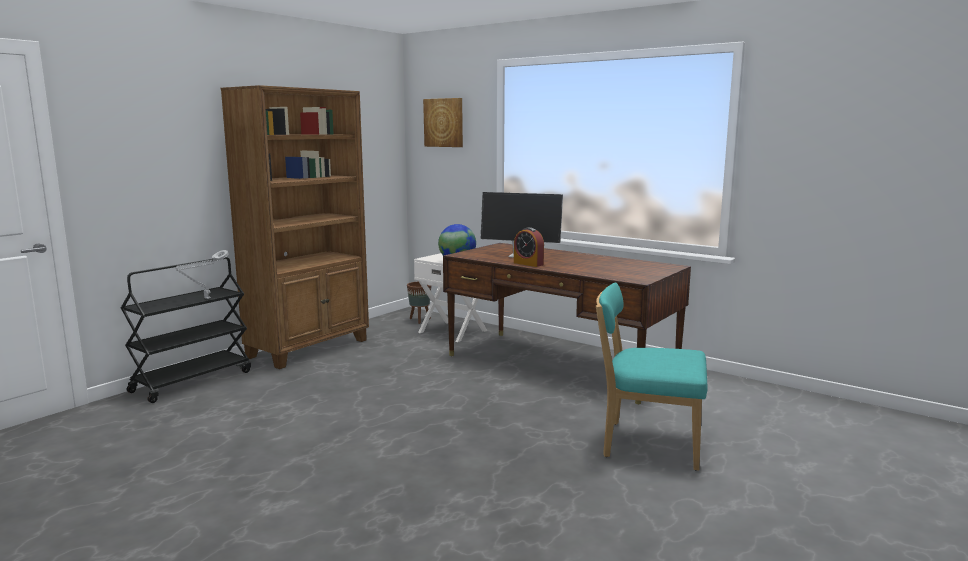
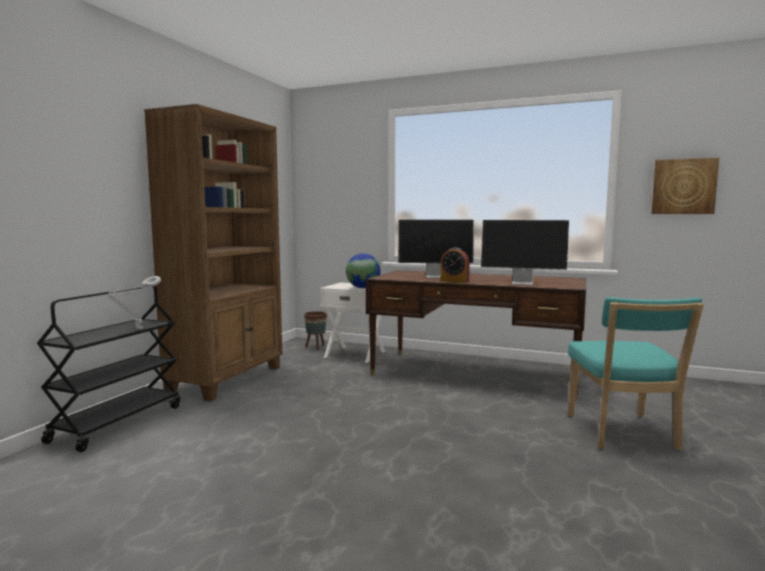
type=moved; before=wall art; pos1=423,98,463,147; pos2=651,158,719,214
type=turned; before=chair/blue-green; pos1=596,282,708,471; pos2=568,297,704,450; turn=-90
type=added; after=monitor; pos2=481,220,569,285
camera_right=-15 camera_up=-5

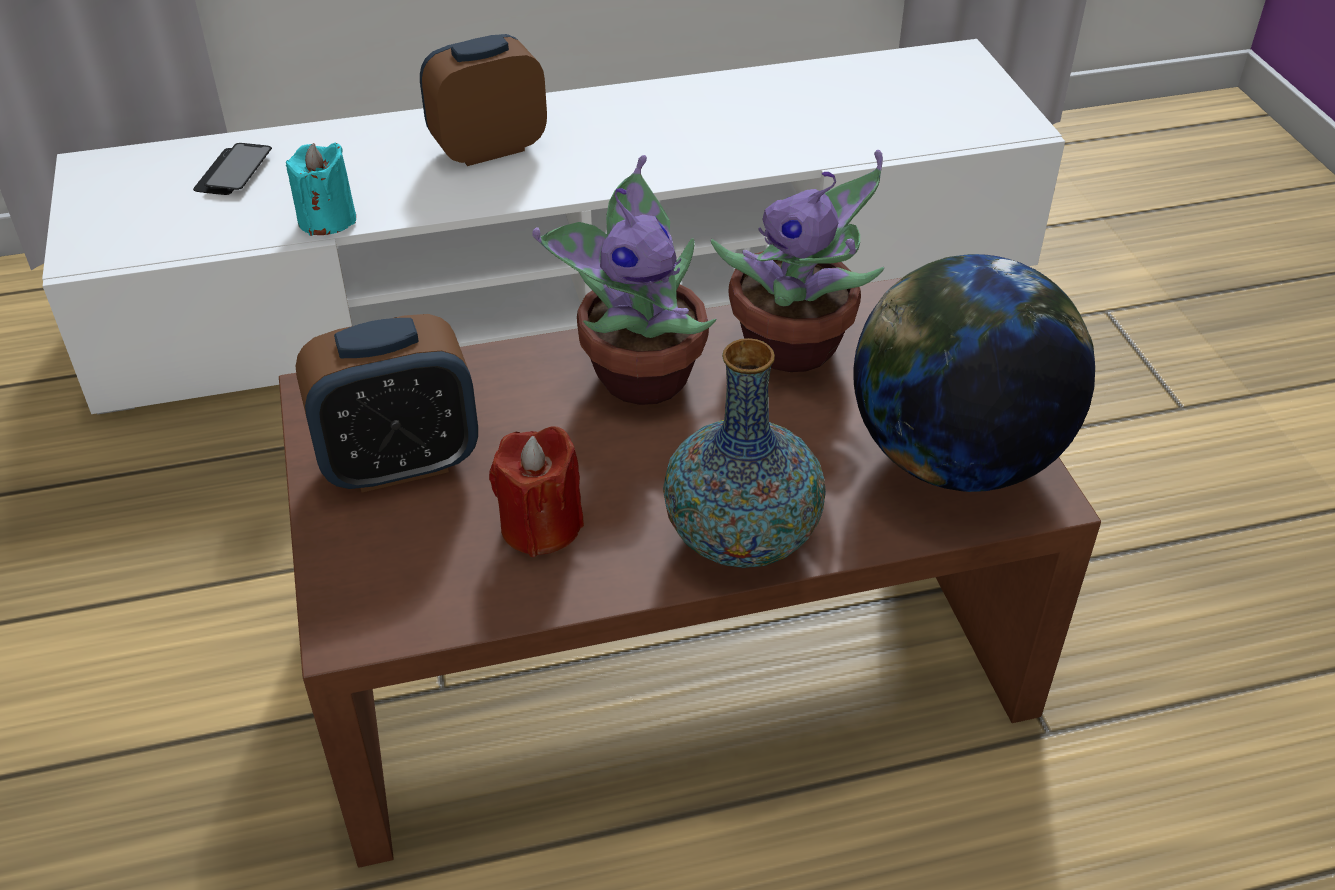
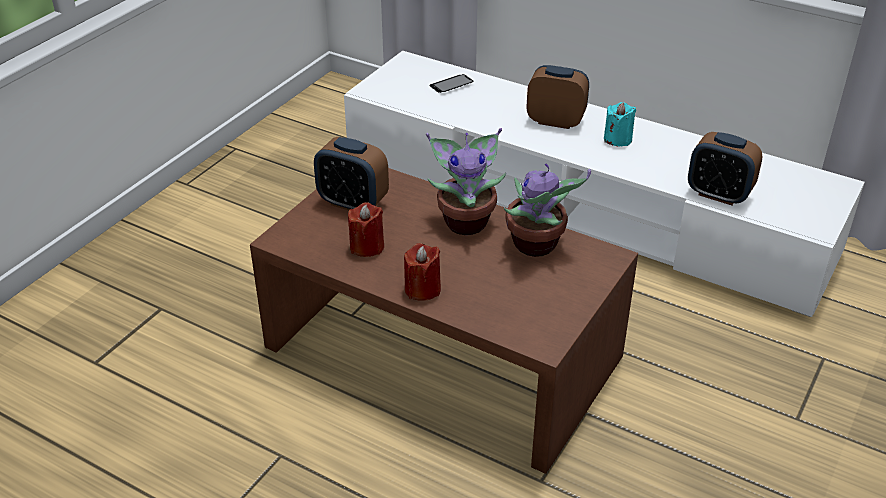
type=moved; before=wax light/blue-green; pos1=286,143,356,236; pos2=604,102,636,146
type=removed; before=desk globe; pos1=853,254,1095,492
type=replaced; before=decorative vase; after=wax light/red; pos1=663,338,826,568; pos2=404,243,441,301
type=added; after=bedside clock; pos2=688,132,763,205
camera_right=45 camera_up=-5

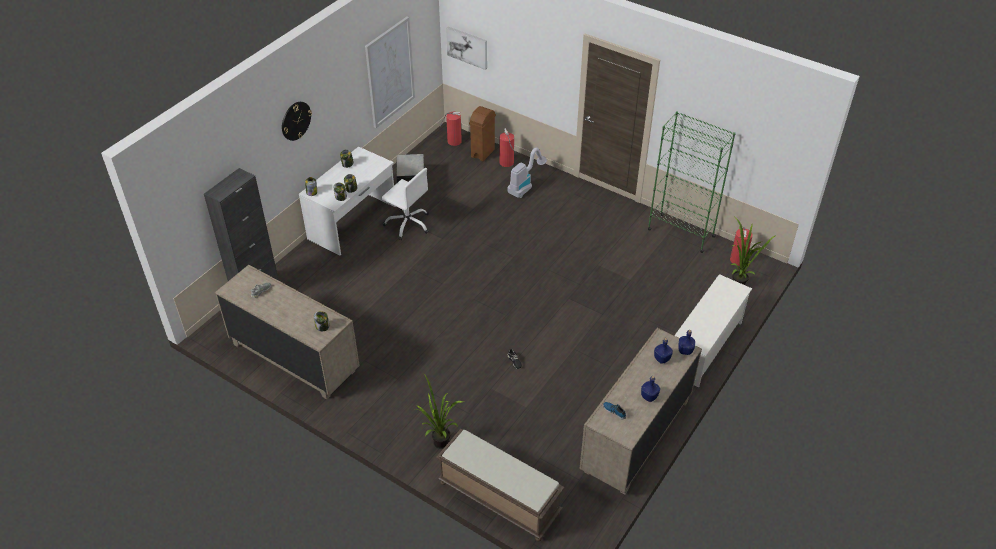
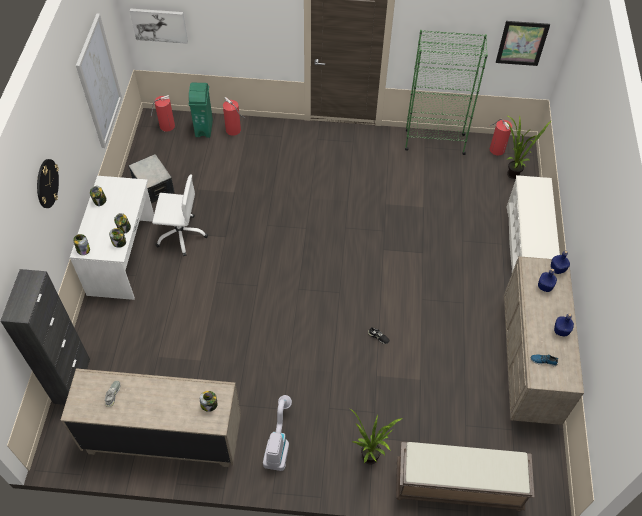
type=recoloured; before=rubbish bin/brown; after=rubbish bin/greenish; pos1=469,106,496,161; pos2=189,83,213,138
type=moved; before=hoover; pos1=508,147,547,198; pos2=263,395,292,471
type=added; after=wall art; pos2=496,21,550,66
camera_right=-30 camera_up=10

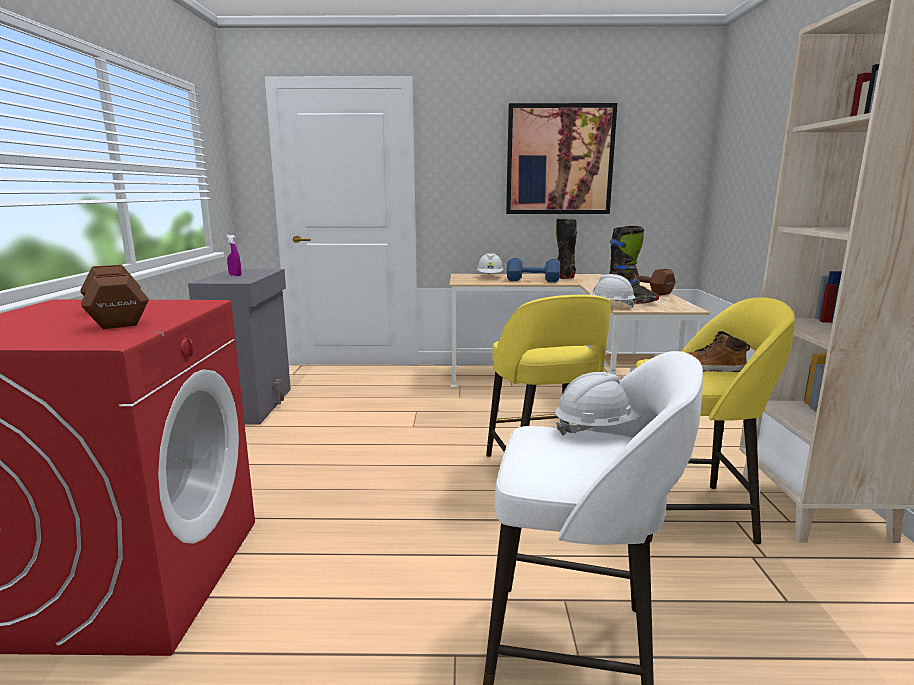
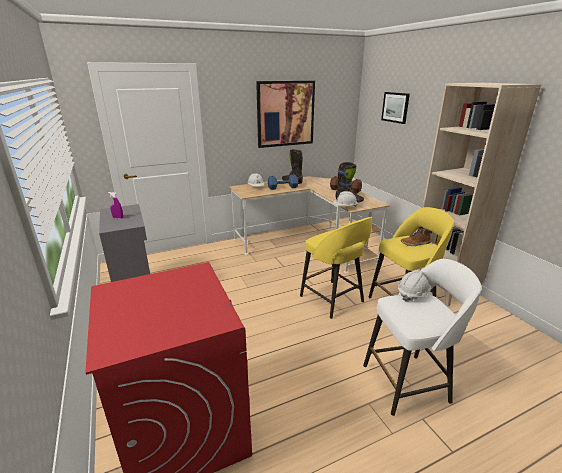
type=removed; before=dumbbell/brown; pos1=80,265,149,329
type=added; after=wall art; pos2=381,92,410,124
camera_right=-25 camera_up=10

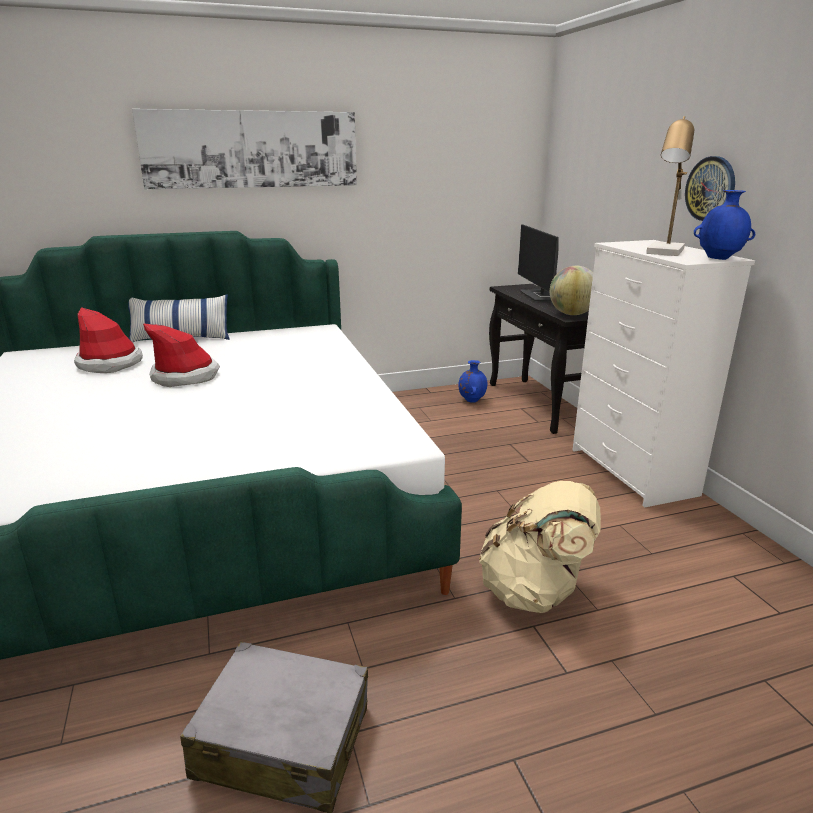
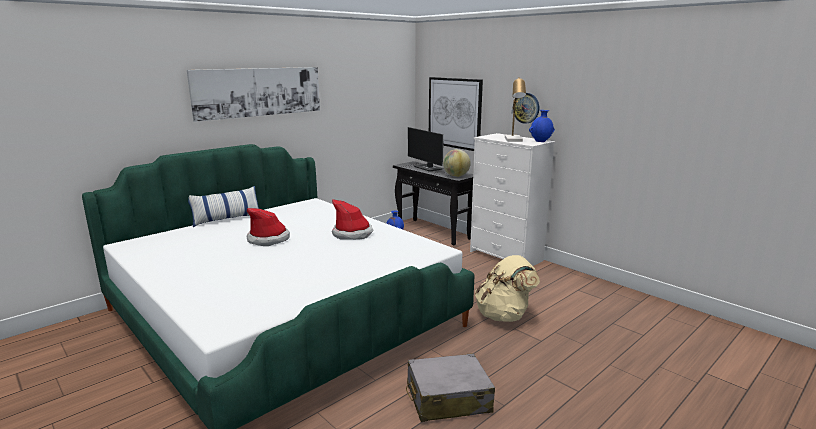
type=moved; before=hat; pos1=74,307,143,373; pos2=332,199,374,240
type=added; after=wall art; pos2=429,77,483,151
camera_right=-25 camera_up=-5

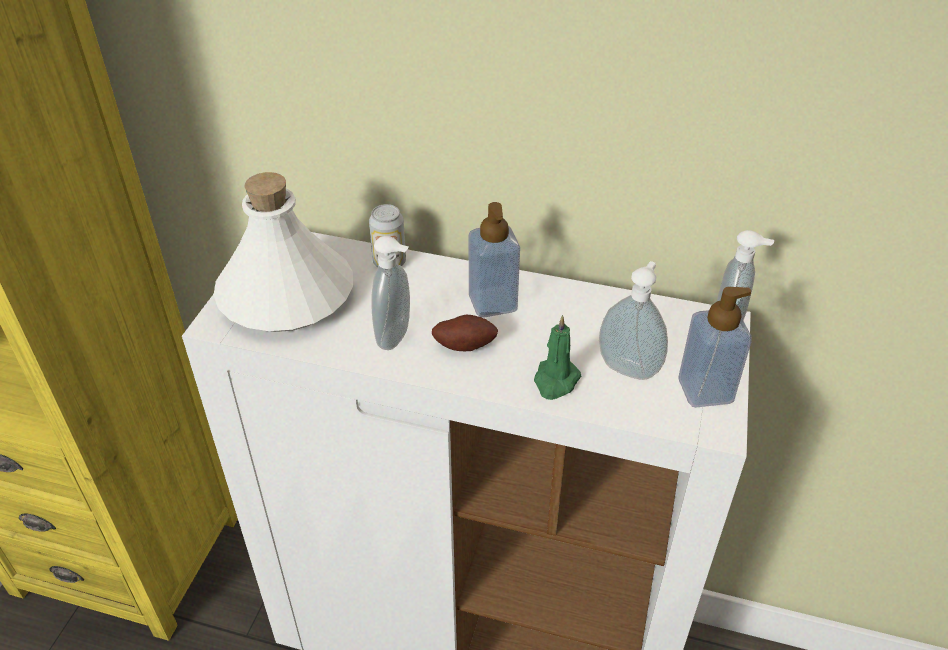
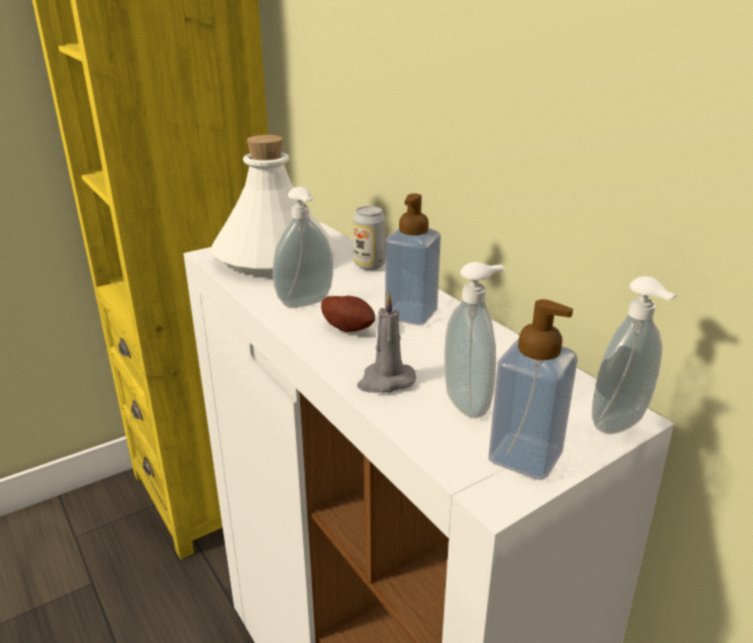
type=recoloured; before=wax light/greenish; after=wax light/grey; pos1=534,315,581,400; pos2=357,292,416,393
camera_right=40 camera_up=-15

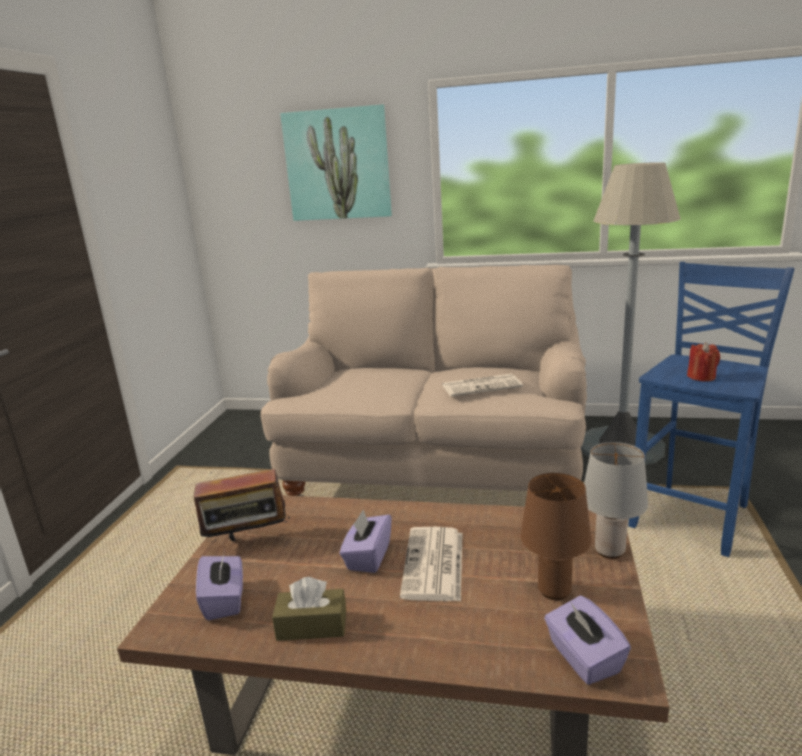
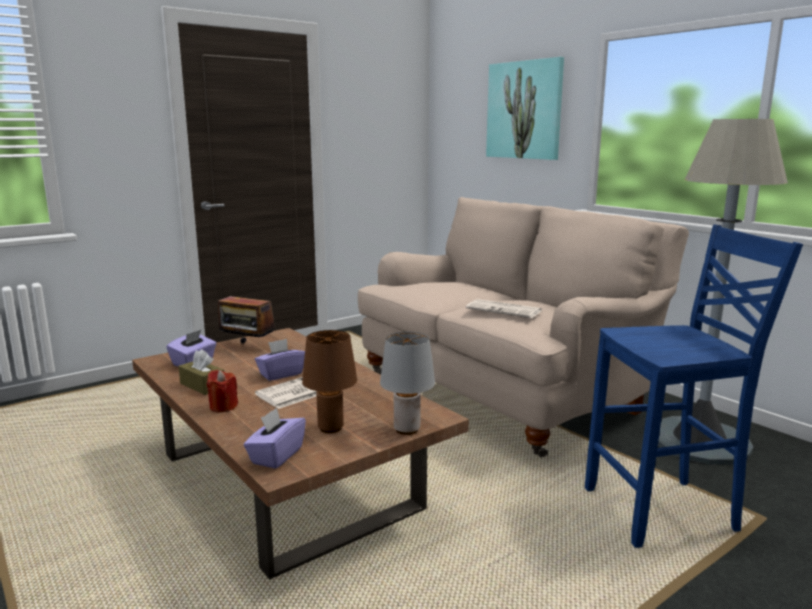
type=moved; before=wax light/red; pos1=687,342,720,382; pos2=207,370,238,412
camera_right=40 camera_up=-5

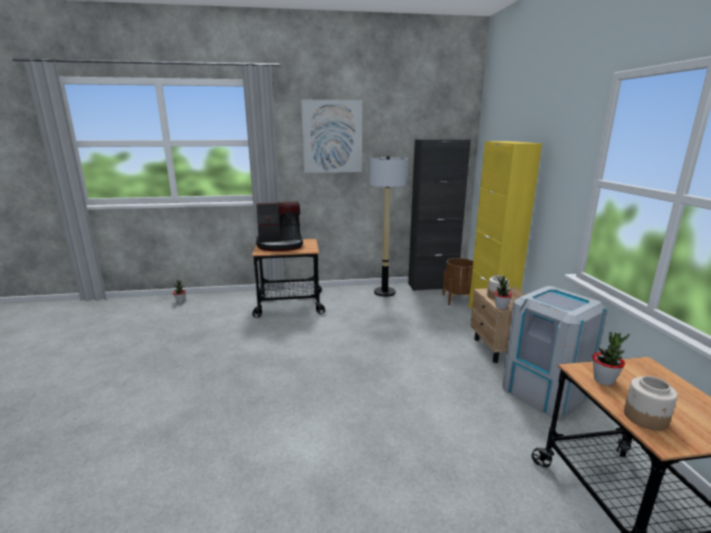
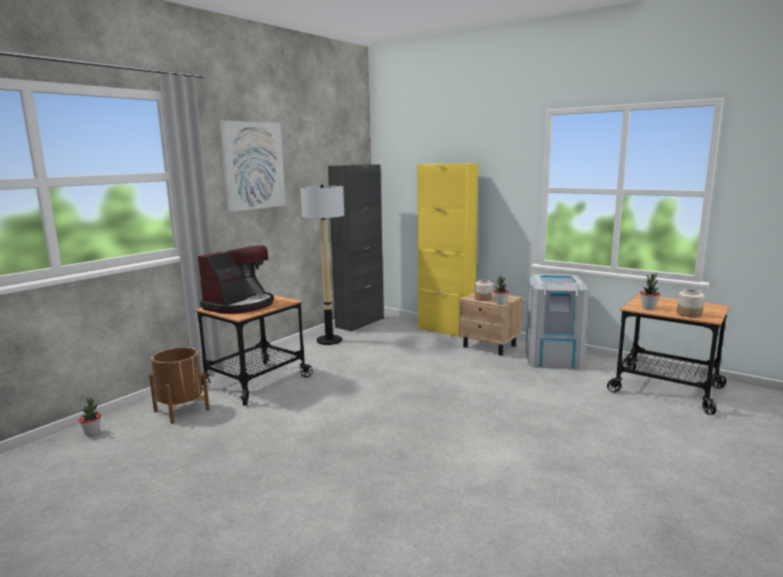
type=moved; before=planter/brown; pos1=442,258,473,305; pos2=149,347,210,424
camera_right=-45 camera_up=-5

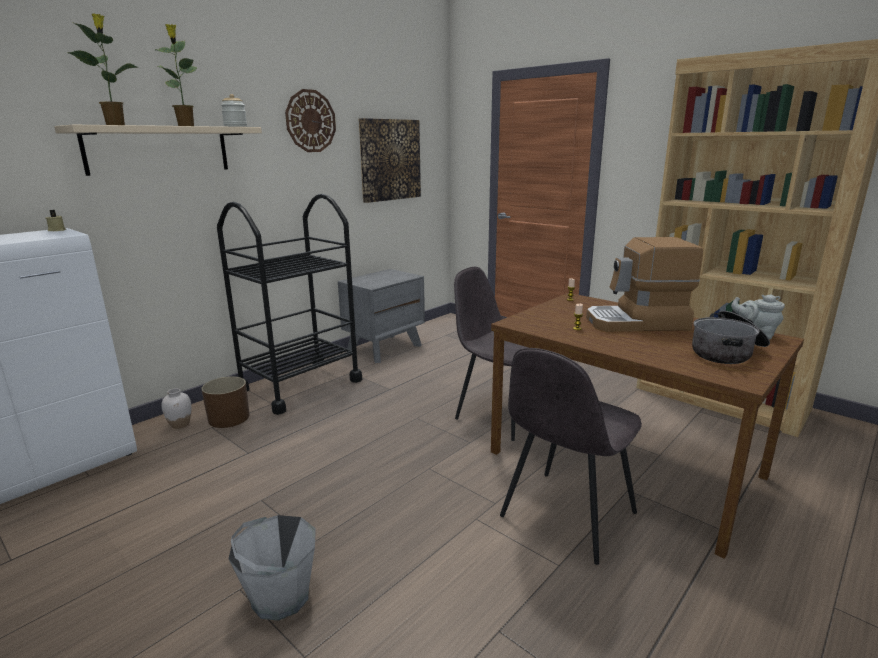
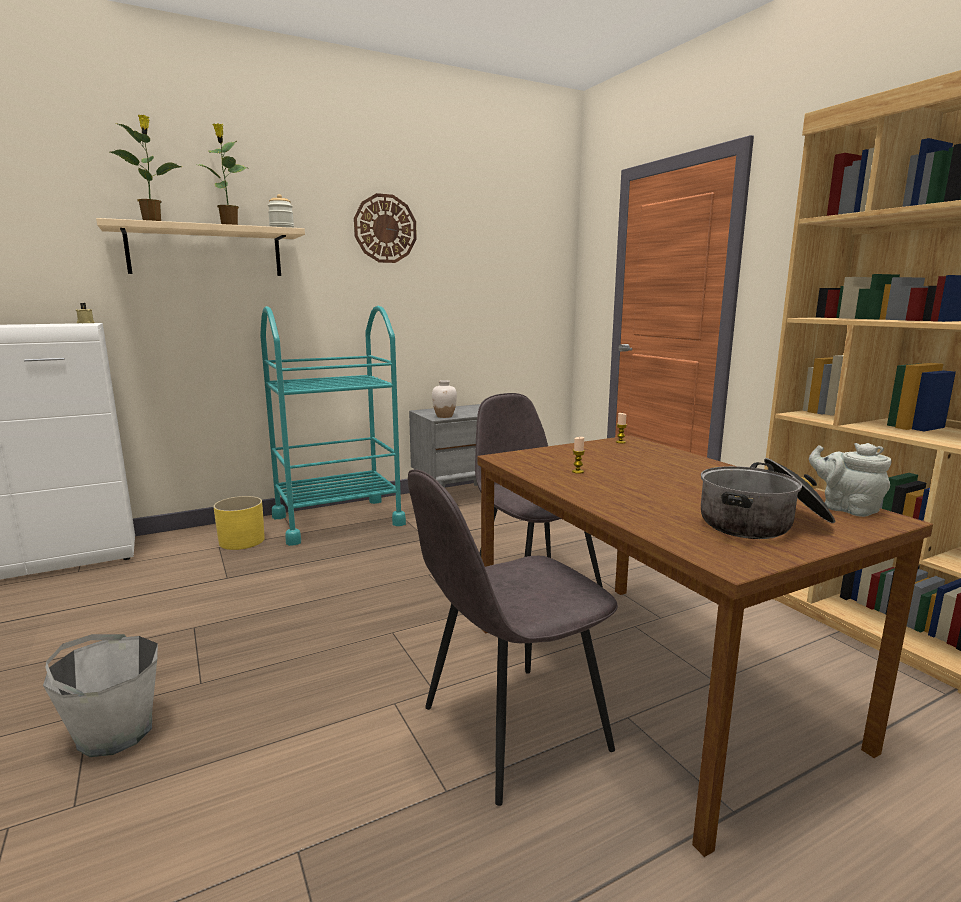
type=removed; before=wall art; pos1=359,118,421,203
type=recoloured; before=trolley/black-coloured; after=trolley/blue-green; pos1=217,194,362,415; pos2=260,306,406,546
type=removed; before=coffee brewer; pos1=586,237,703,332
type=recoloured; before=planter/brown; after=planter/yellowish; pos1=201,376,249,428; pos2=213,496,265,550
type=moved; before=decorative vase/whitish; pos1=161,388,191,429; pos2=432,380,457,418
camera_right=20 camera_up=-5

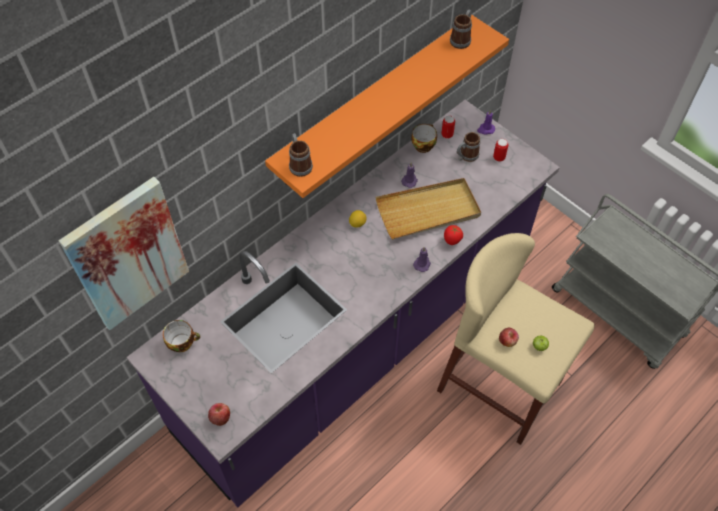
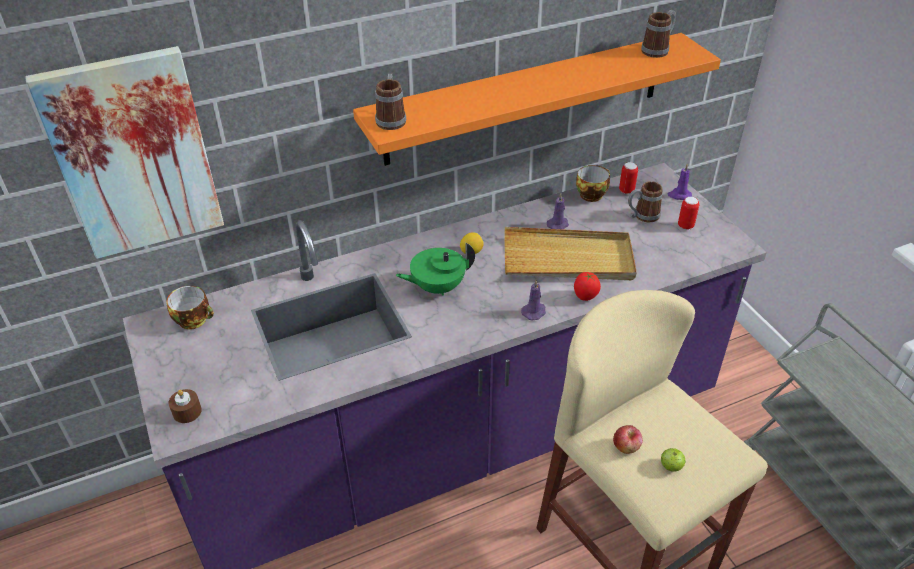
type=replaced; before=apple; after=wax light/brown; pos1=208,403,230,426; pos2=169,389,202,423
type=added; after=pot for tea/greenish; pos2=396,243,475,296
camera_right=20 camera_up=-15

